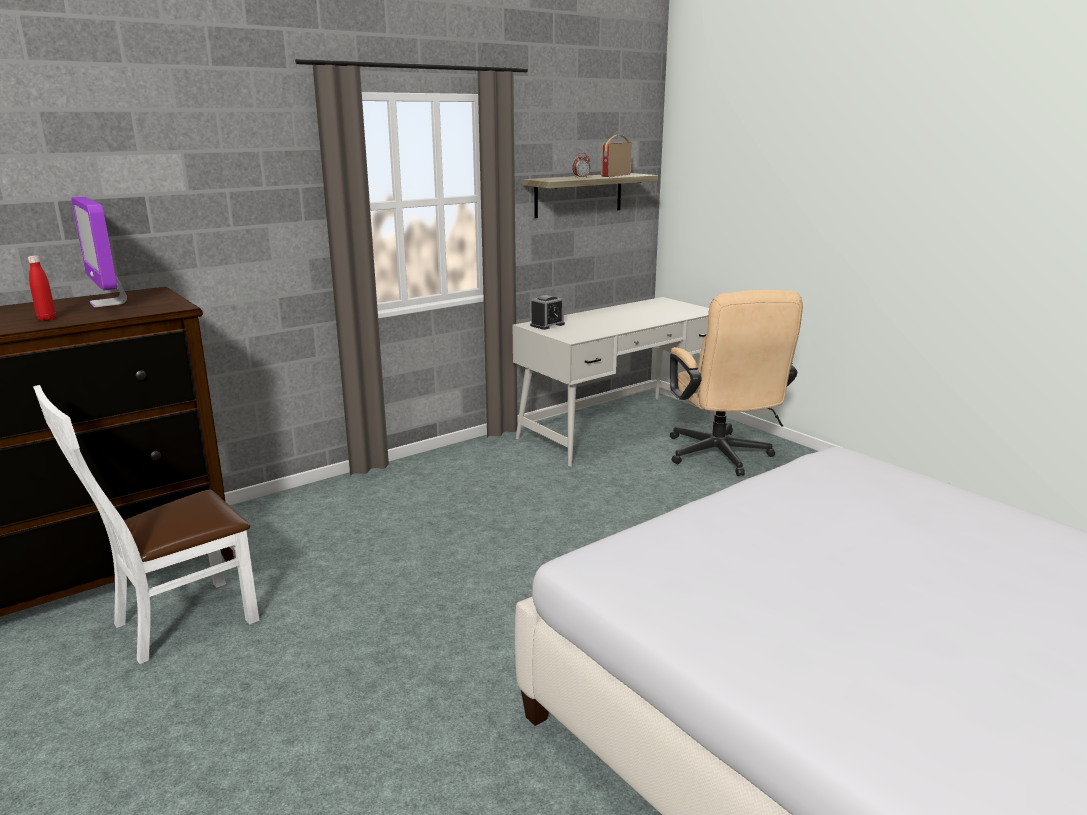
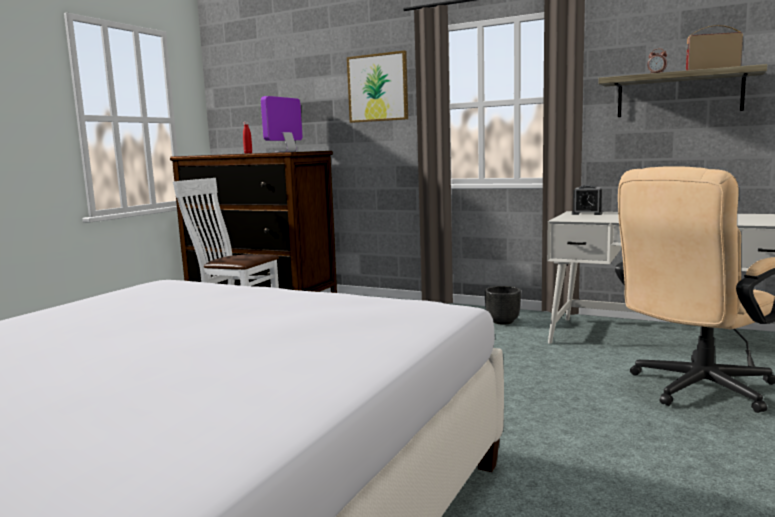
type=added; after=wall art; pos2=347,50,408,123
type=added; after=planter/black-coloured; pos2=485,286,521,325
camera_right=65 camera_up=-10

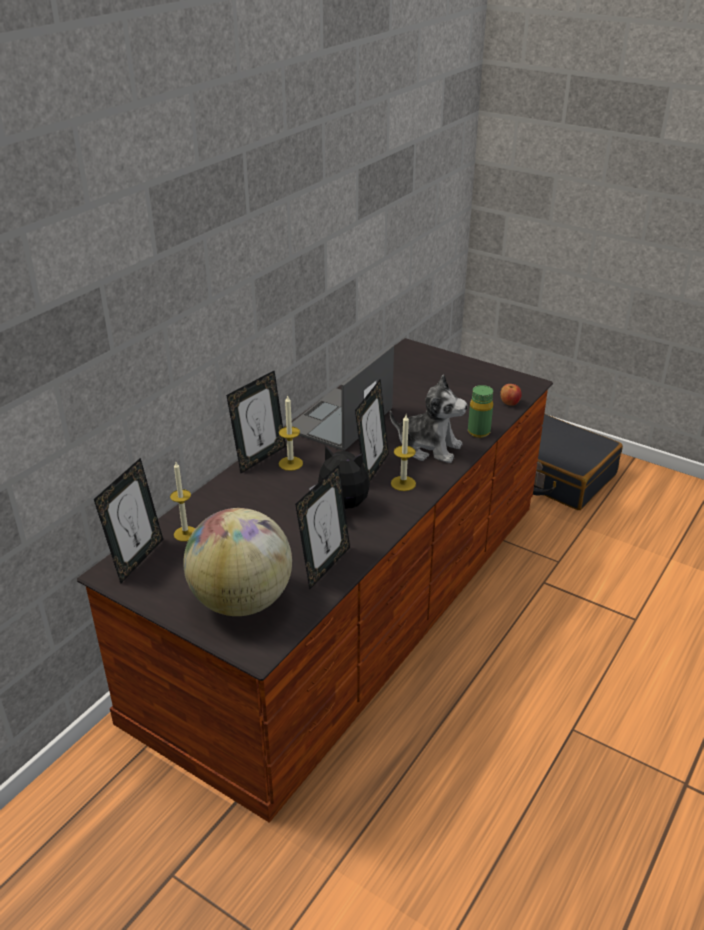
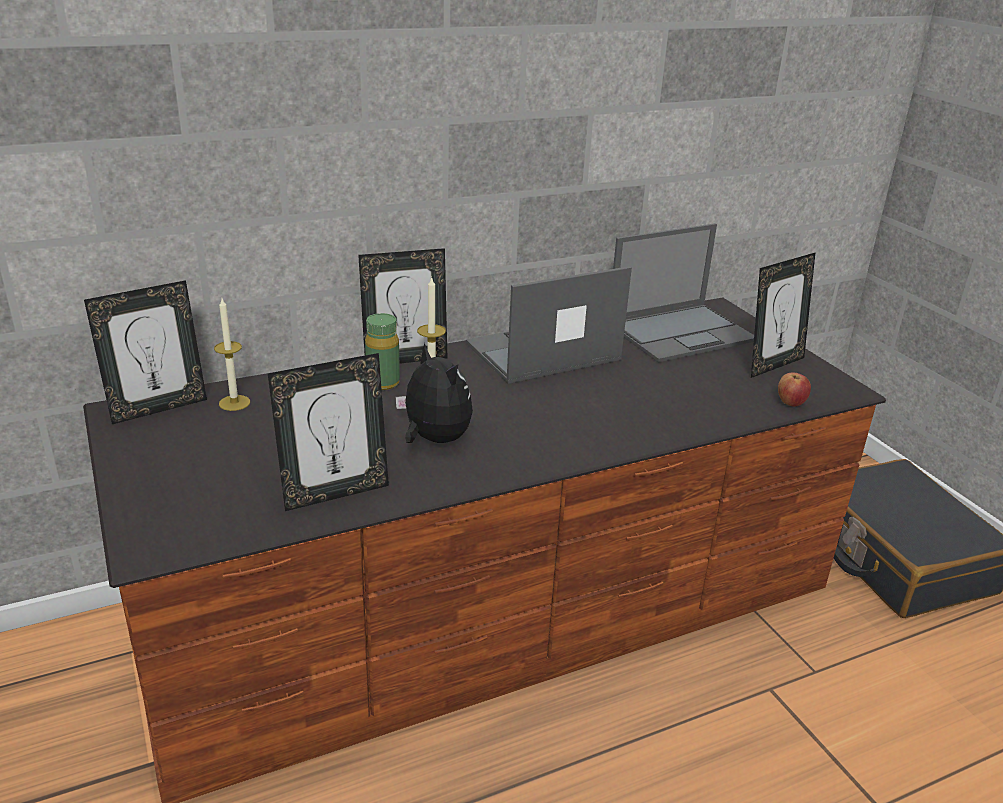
type=removed; before=cuddly toy; pos1=390,375,468,463
type=moved; before=picture frame; pos1=355,379,389,482; pos2=751,252,816,378
type=moved; before=drink bottle/greenish; pos1=468,385,493,438; pos2=365,313,400,390
type=removed; before=wax light; pos1=391,415,416,491
type=removed; before=desk globe; pos1=183,508,292,616
type=added; after=notebook computer; pos2=613,223,754,363
camera_right=30 camera_up=-5

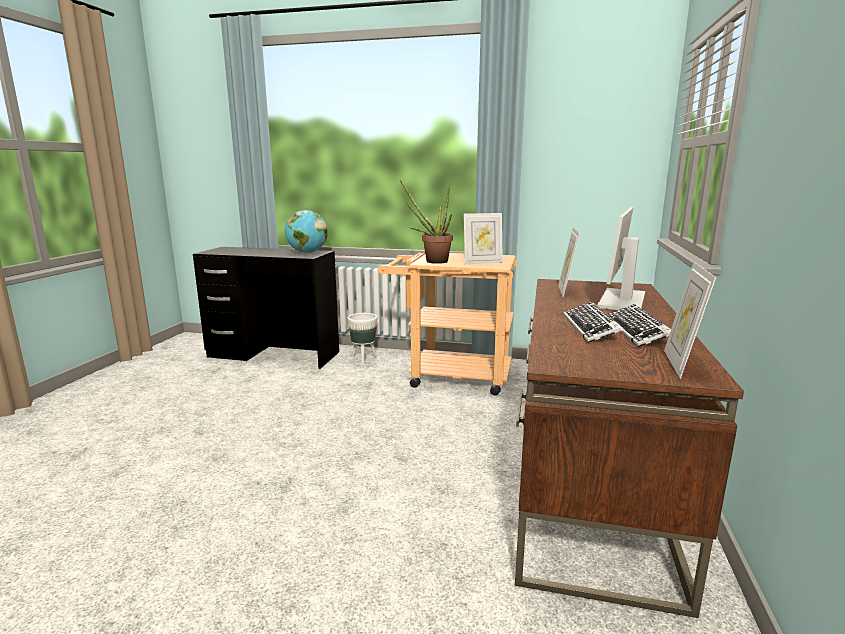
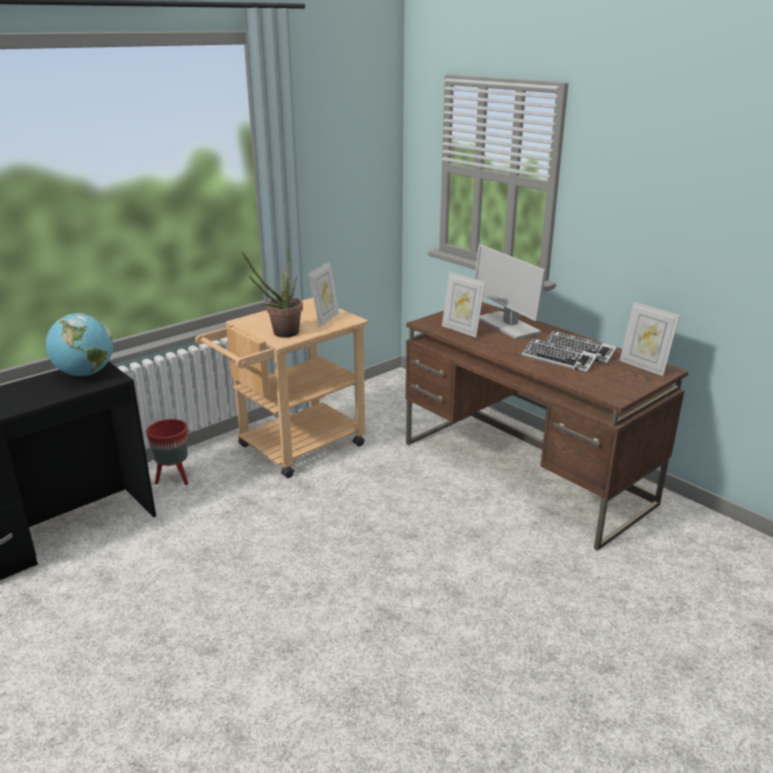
type=recoloured; before=planter/whitish; after=planter/red; pos1=348,313,377,364; pos2=146,419,188,485
camera_right=-55 camera_up=10

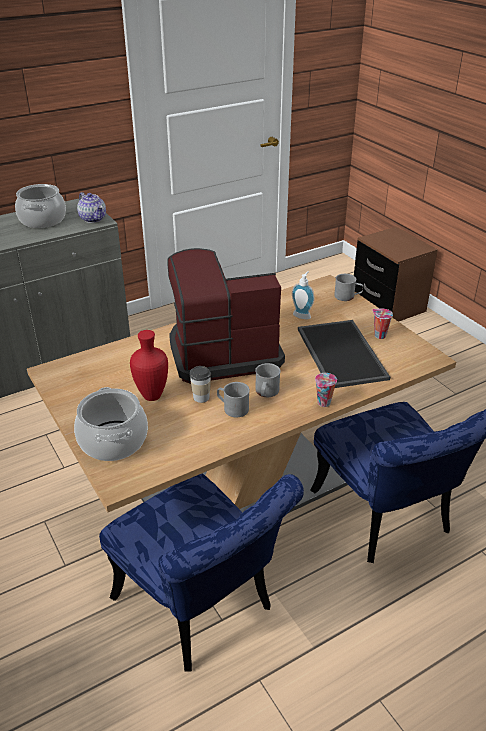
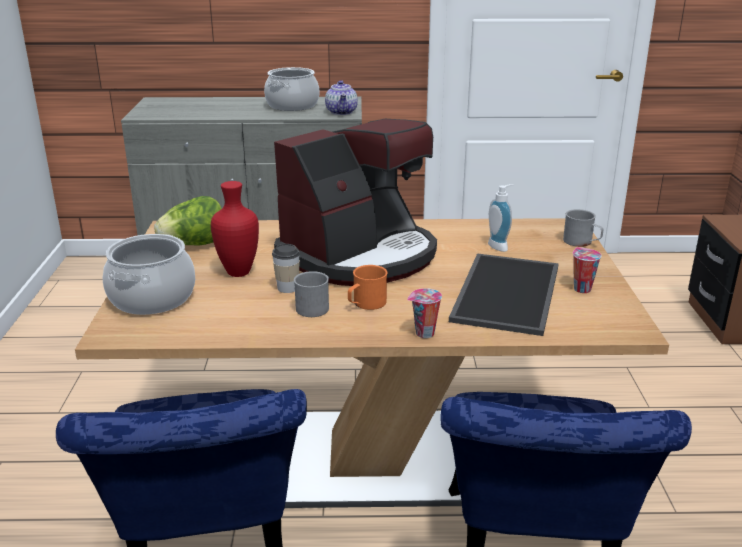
type=turned; before=coffee brewer; pos1=167,248,285,384; pos2=274,119,437,286; turn=120
type=recoloured; before=coffee mug/grey; after=coffee mug/orangey; pos1=255,363,281,397; pos2=348,265,388,310
type=added; after=head of lettuce; pos2=154,196,222,246
camera_right=30 camera_up=-10

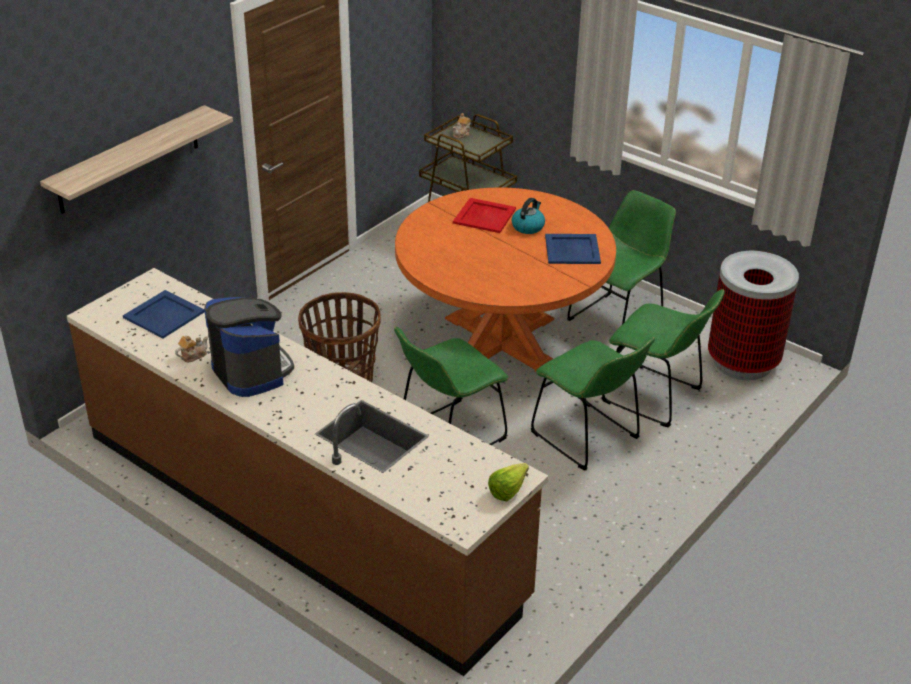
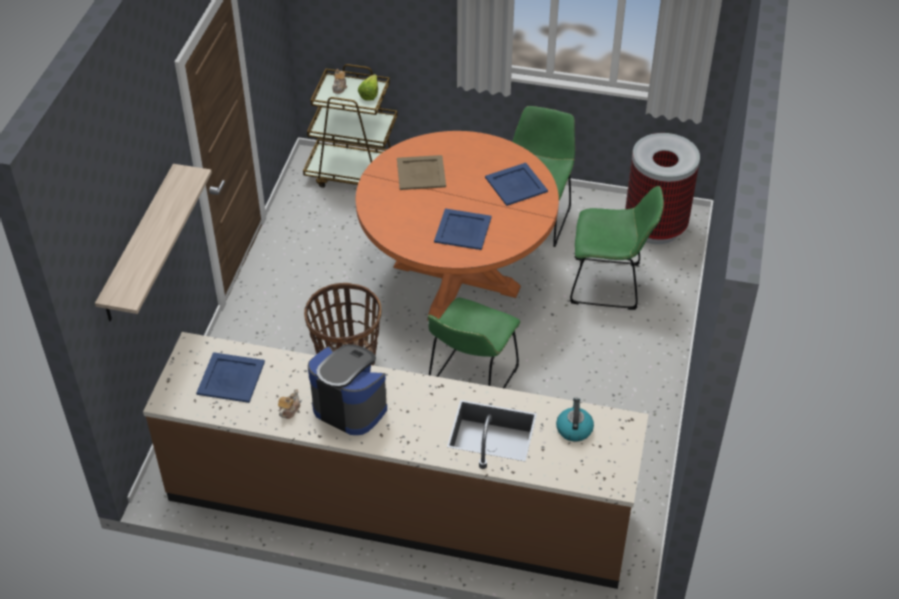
type=recoloured; before=tray/red; after=tray/sand-coloured; pos1=453,198,516,233; pos2=397,155,446,190
type=moved; before=water kettle; pos1=512,198,545,234; pos2=556,398,594,442
type=removed; before=chair/greenish; pos1=531,337,655,471
type=moved; before=head of lettuce; pos1=488,463,529,502; pos2=358,74,378,101
type=added; after=tray/bluish; pos2=434,208,492,250
camera_right=-25 camera_up=10

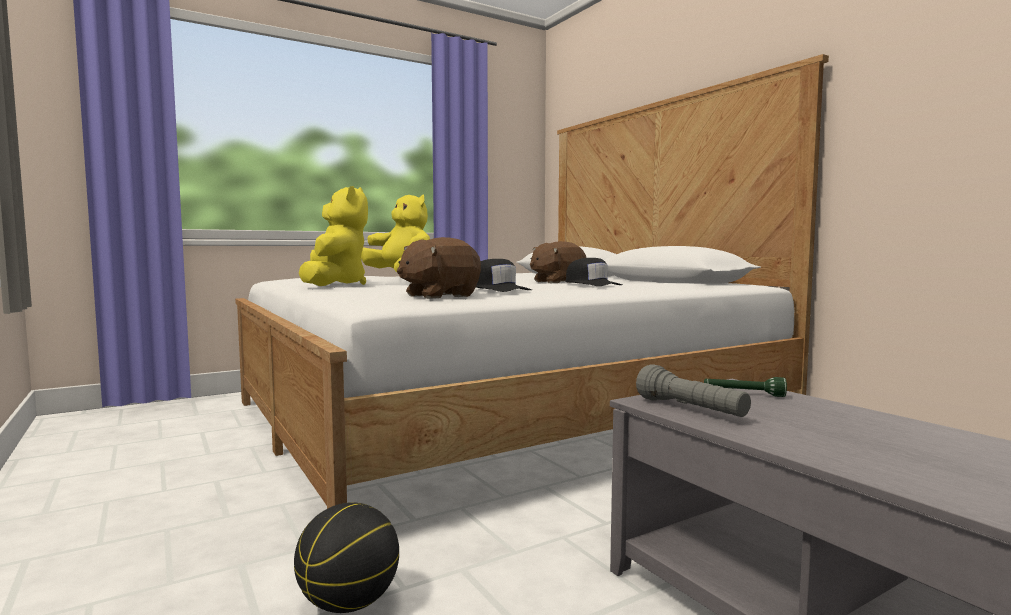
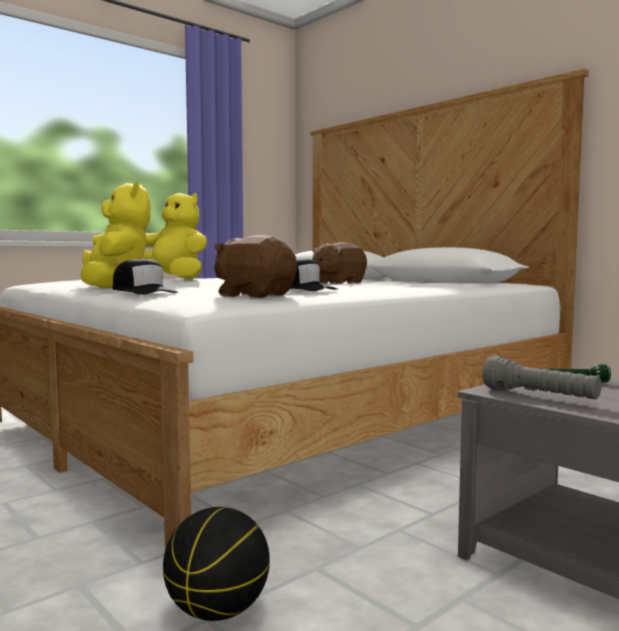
type=turned; before=cuddly toy/brown; pos1=397,237,481,299; pos2=214,235,297,298; turn=75
type=moved; before=peaked cap/black-coloured; pos1=565,258,623,286; pos2=113,259,178,295
camera_right=-10 camera_up=0

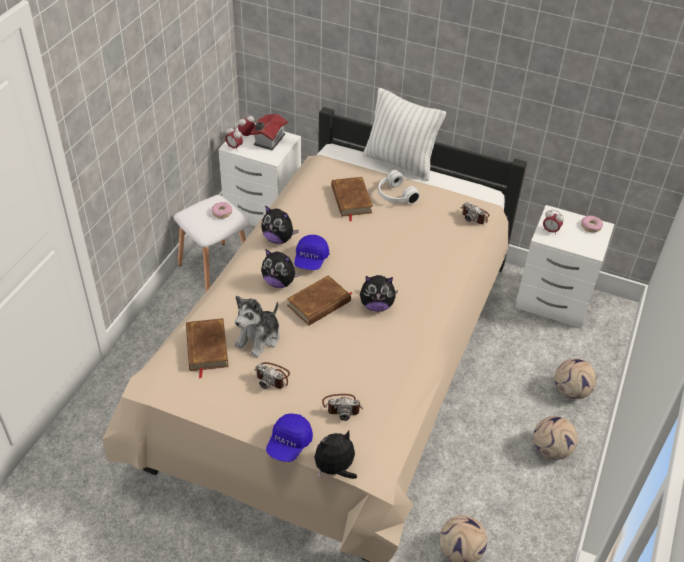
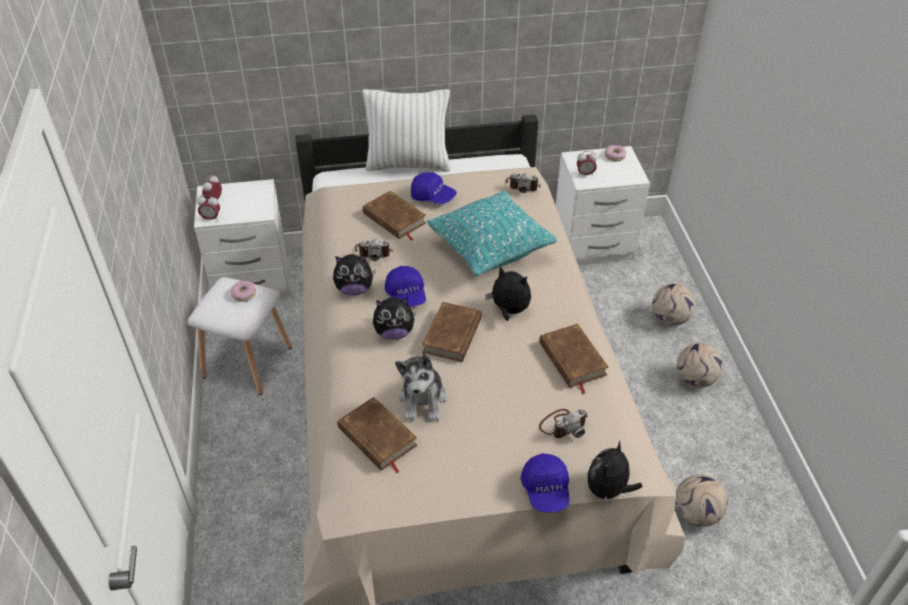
type=removed; before=model house; pos1=251,114,288,150
type=replaced; before=headphones/whitish; after=peaked cap/bluish; pos1=378,170,420,204; pos2=411,172,457,204
type=turned; before=cuddly toy; pos1=360,275,398,312; pos2=485,266,531,321; turn=-120
type=moved; before=still camera; pos1=255,362,290,389; pos2=355,239,393,261
type=added; after=pillow/blue-green; pos2=427,190,557,277
type=added; after=bound book/brown; pos2=539,324,609,394
camera_right=-30 camera_up=0

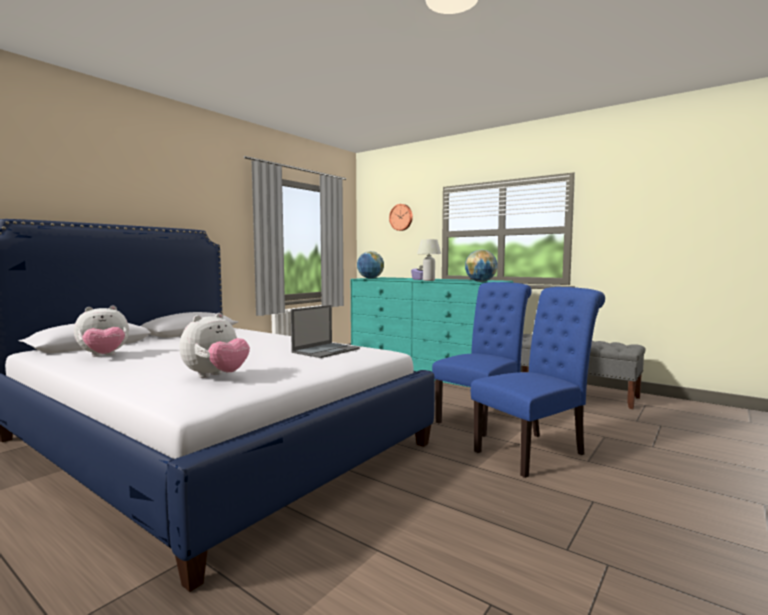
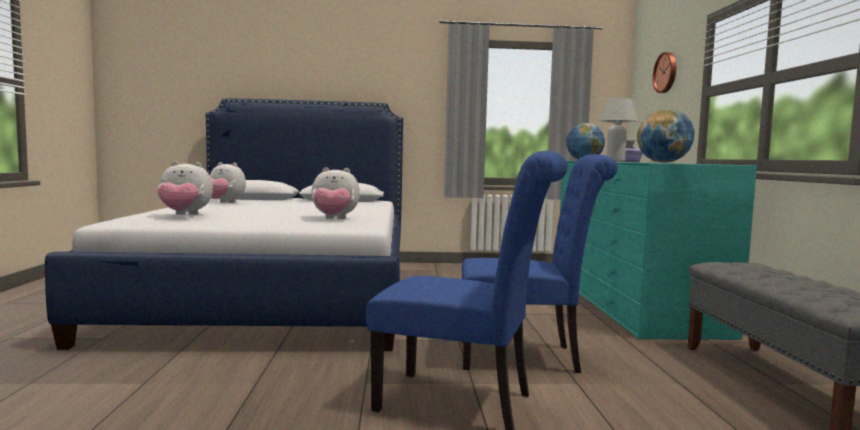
type=replaced; before=notebook computer; after=cuddly toy; pos1=291,305,360,358; pos2=312,167,360,219
camera_right=50 camera_up=0

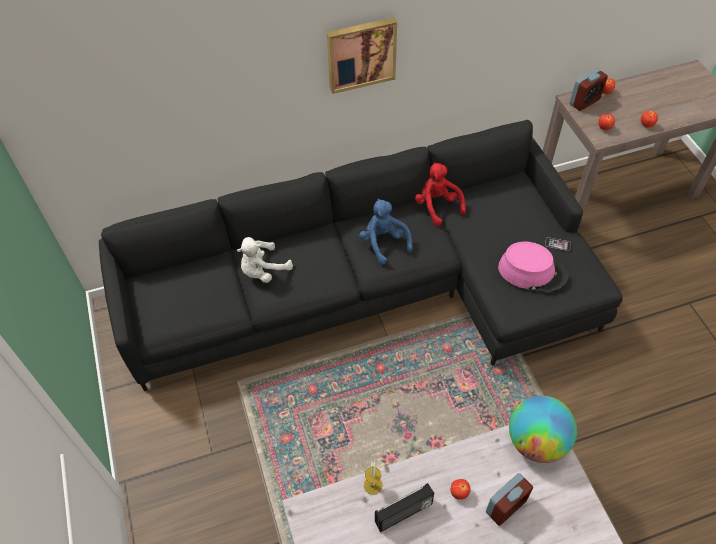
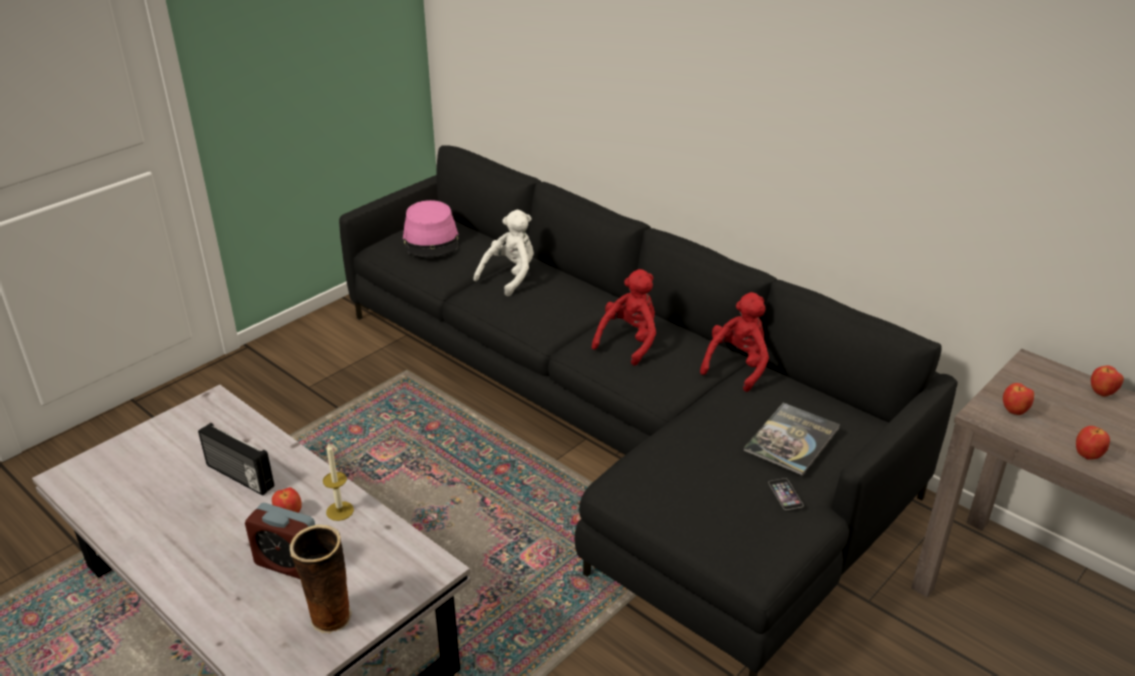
type=removed; before=wall art; pos1=327,17,397,94
type=removed; before=bedside clock; pos1=570,69,608,111
type=recoloured; before=cuddly toy/bluish; after=cuddly toy/red; pos1=359,199,413,265; pos2=592,269,656,366
type=turned; before=cuddly toy/whitish; pos1=237,237,293,283; pos2=473,210,534,296; turn=105
type=moved; before=hat/pink; pos1=498,241,568,293; pos2=403,200,458,257
type=removed; before=desk globe; pos1=509,395,577,463
type=moved; before=wax light; pos1=364,462,382,495; pos2=323,444,354,521
type=added; after=bound book; pos2=744,403,840,476
type=added; after=decorative vase; pos2=289,524,352,634
camera_right=60 camera_up=-20

